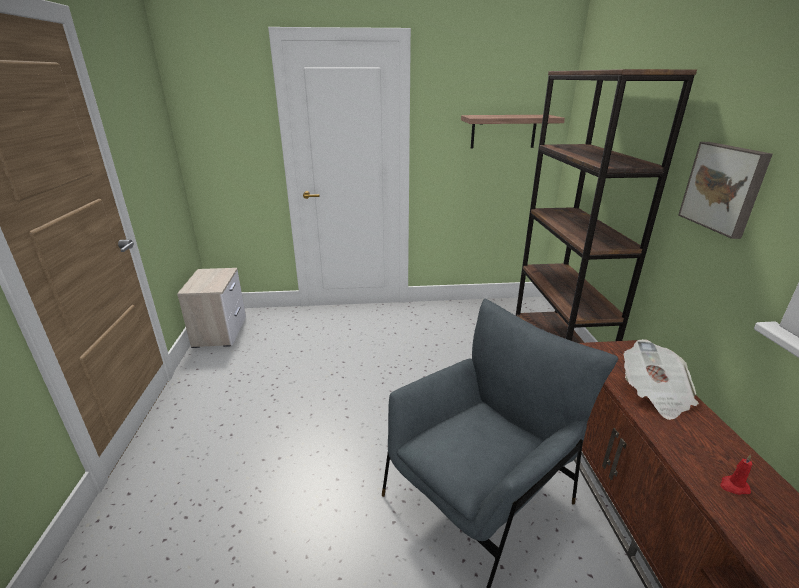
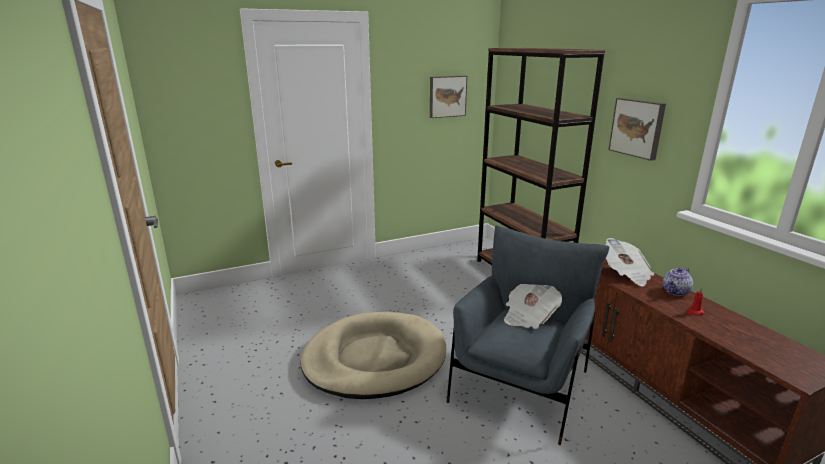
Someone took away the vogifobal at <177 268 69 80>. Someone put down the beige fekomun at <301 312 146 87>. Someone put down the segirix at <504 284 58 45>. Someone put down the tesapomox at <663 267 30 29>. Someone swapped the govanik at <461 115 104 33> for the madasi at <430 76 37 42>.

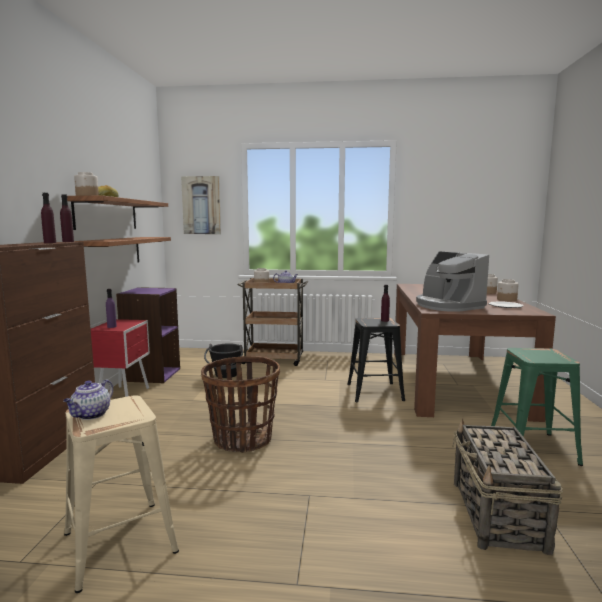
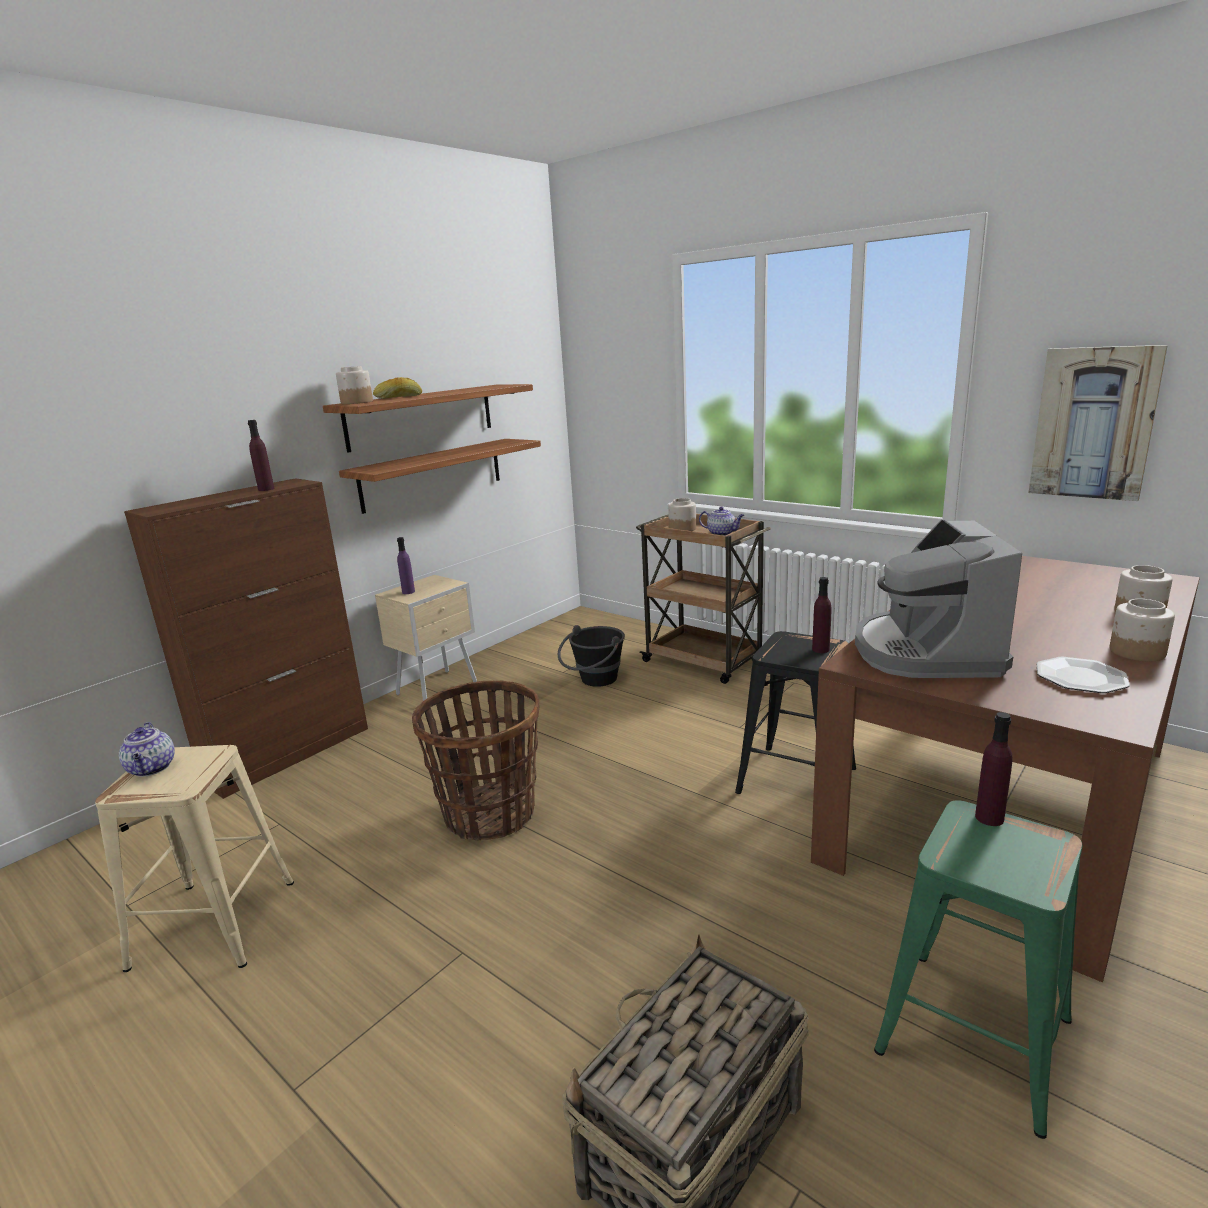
Someone took away the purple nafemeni at <116 287 64 96>. Someone carried the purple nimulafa from <60 194 14 48> to <975 712 37 114>. Someone carried the madasi from <181 176 40 58> to <1029 345 139 156>. Someone repainted the red vogifobal at <91 319 59 78>, which became the beige vogifobal at <375 575 102 126>. Someone rotated the tesapomox at <63 380 50 40> by 75 degrees counterclockwise.

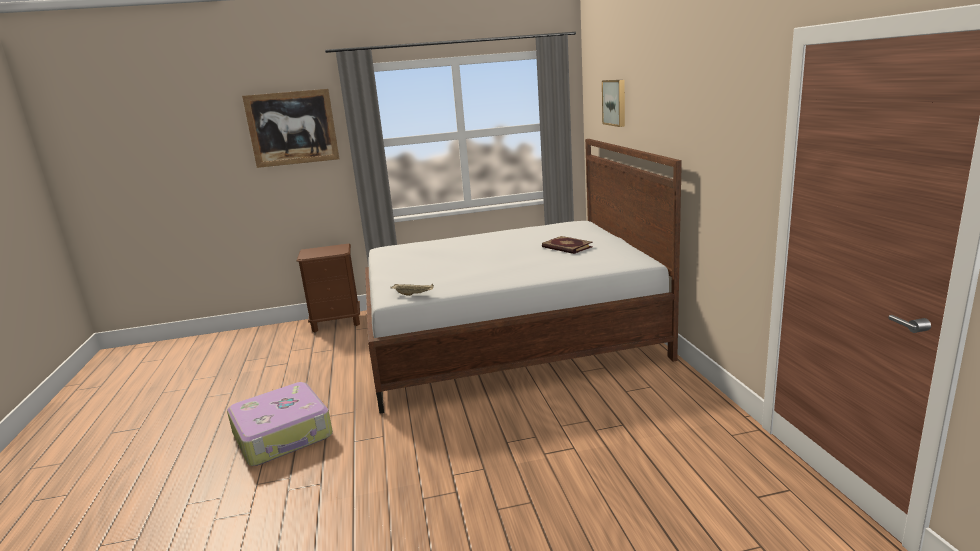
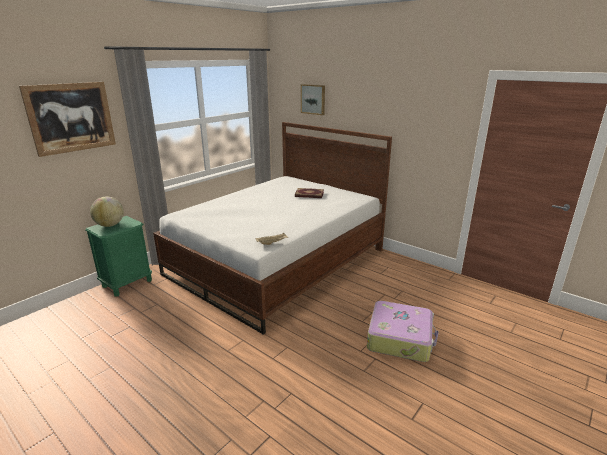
Someone put down the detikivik at <90 196 34 31>. Someone carried the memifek from <227 382 106 84> to <367 301 72 61>. Someone repainted the brown vogifobal at <297 244 63 88>, which became the green vogifobal at <85 216 67 80>.

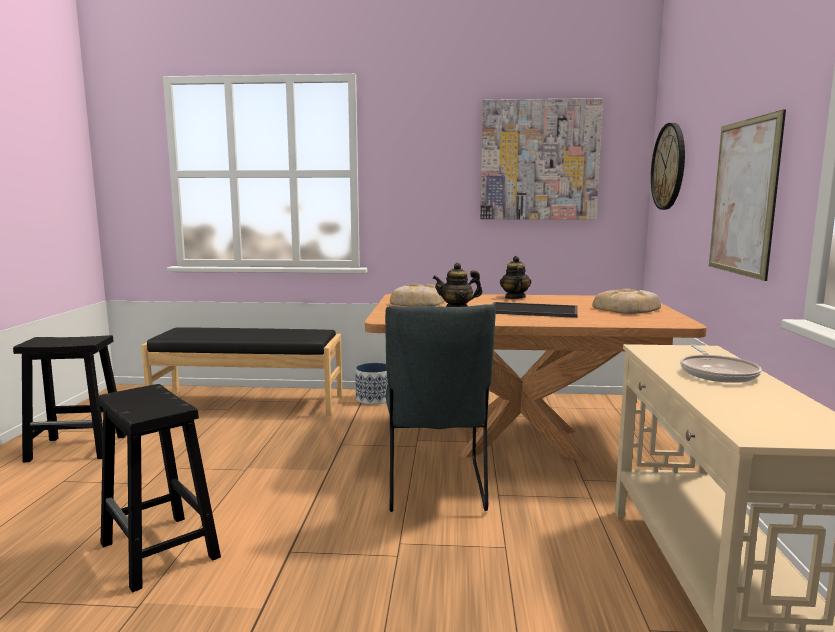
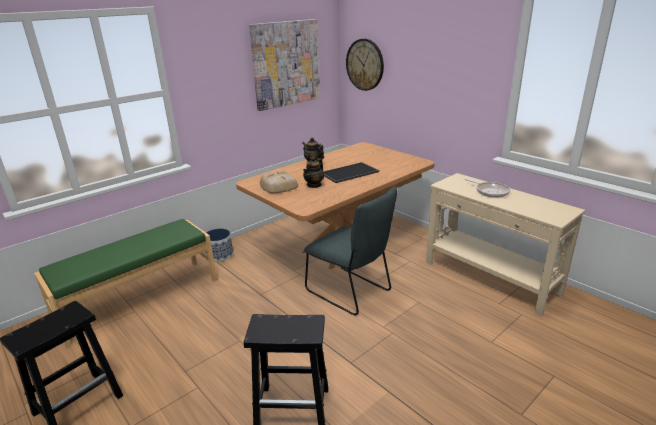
Someone took away the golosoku at <592 289 69 25>. Someone took away the madasi at <709 109 77 172>. Someone repainted the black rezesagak at <141 328 202 88>, which became the green rezesagak at <34 219 183 129>.

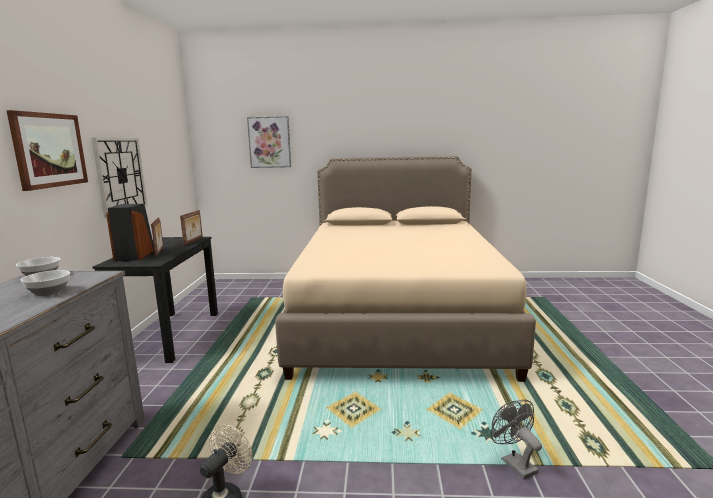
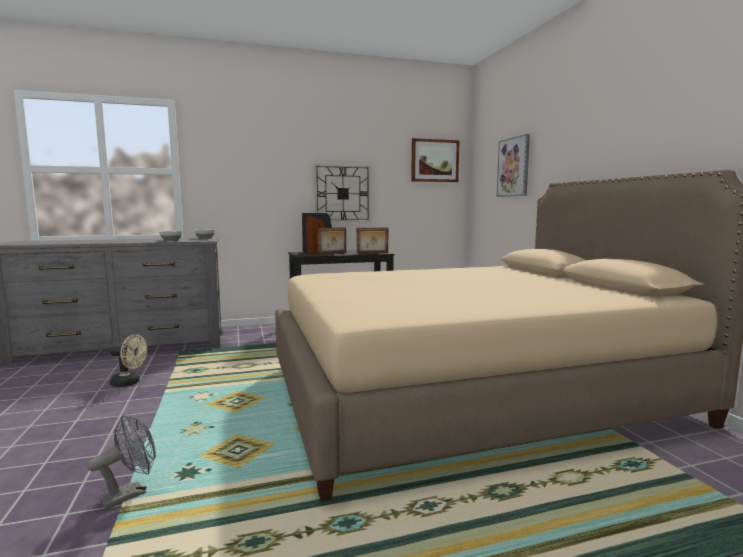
Someone carried the madasi from <6 110 82 81> to <411 138 49 44>.

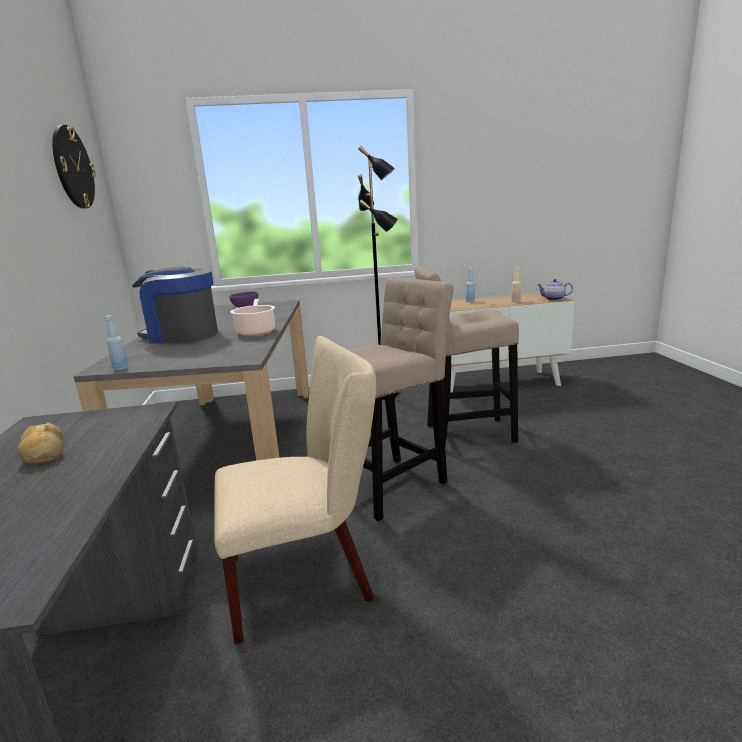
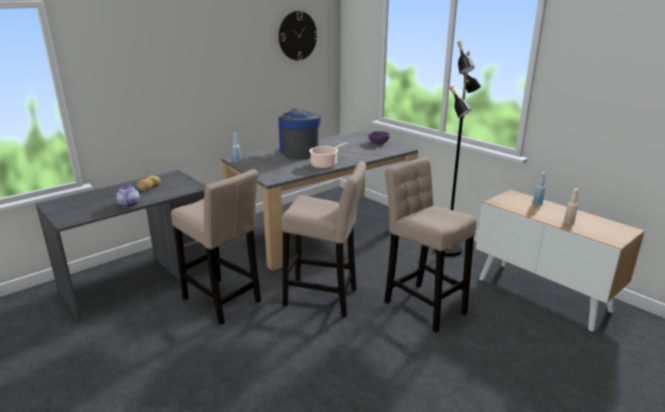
Someone carried the tesapomox from <537 279 36 21> to <116 184 24 23>. Someone swapped the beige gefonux at <214 336 162 308> for the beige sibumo at <171 169 90 156>.

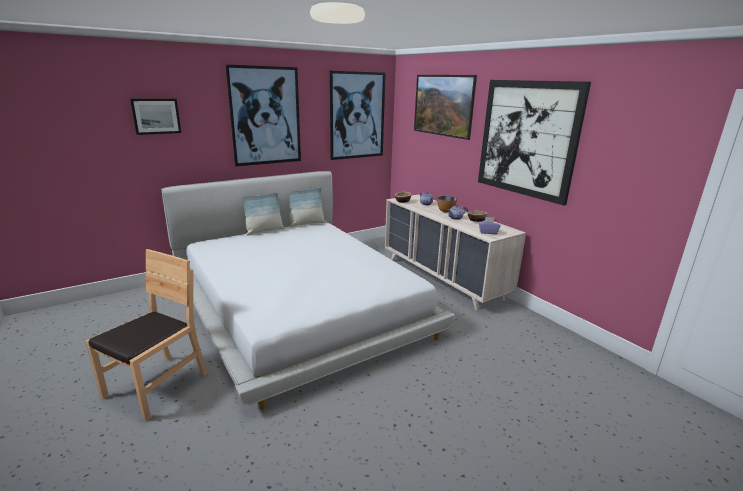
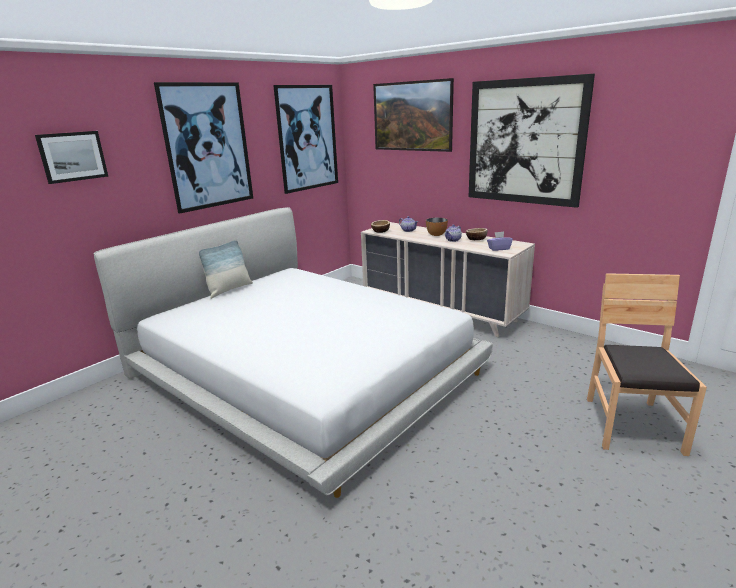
Someone took away the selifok at <290 187 36 41>. Someone carried the brown gefonux from <86 249 121 173> to <587 273 120 183>.

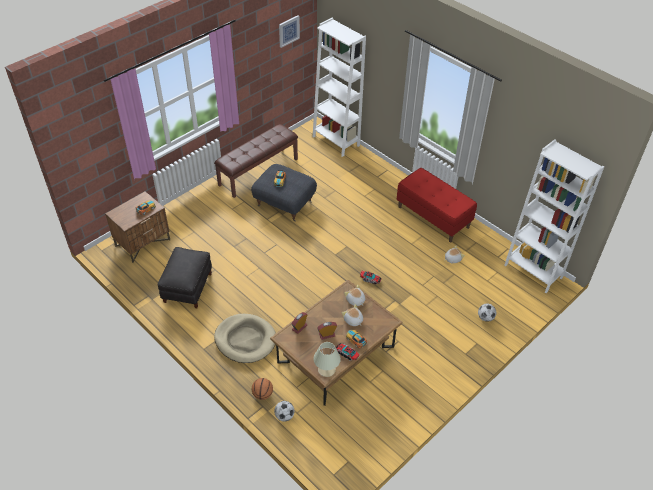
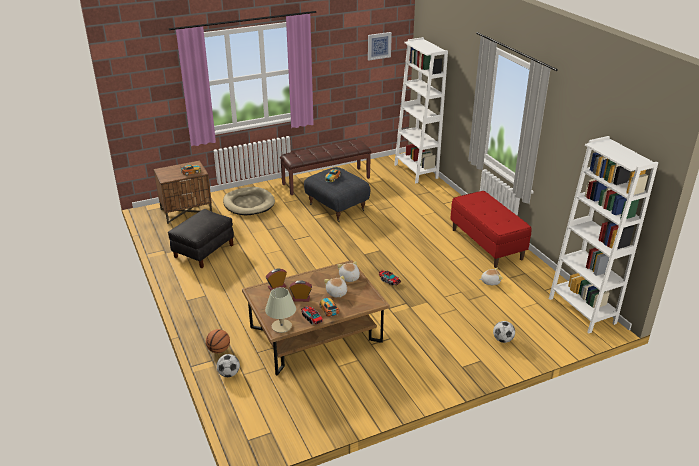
Someone carried the beige fekomun from <214 314 62 49> to <223 187 52 28>.

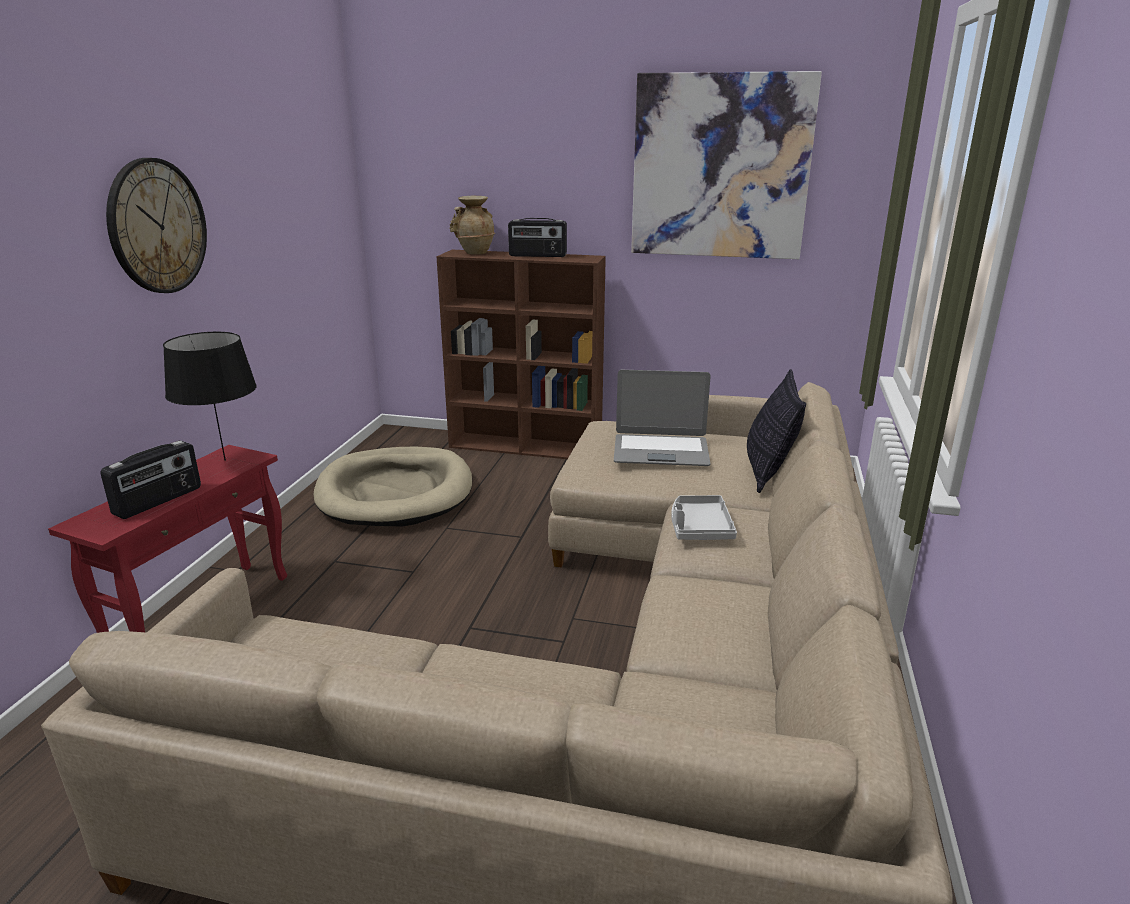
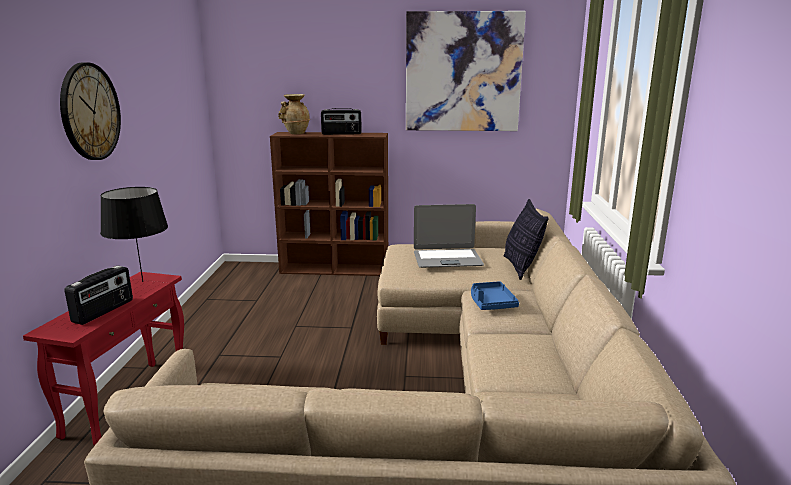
Someone took away the beige fekomun at <314 447 158 79>. Someone repainted the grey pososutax at <671 495 66 45>, which became the blue pososutax at <471 281 48 29>.

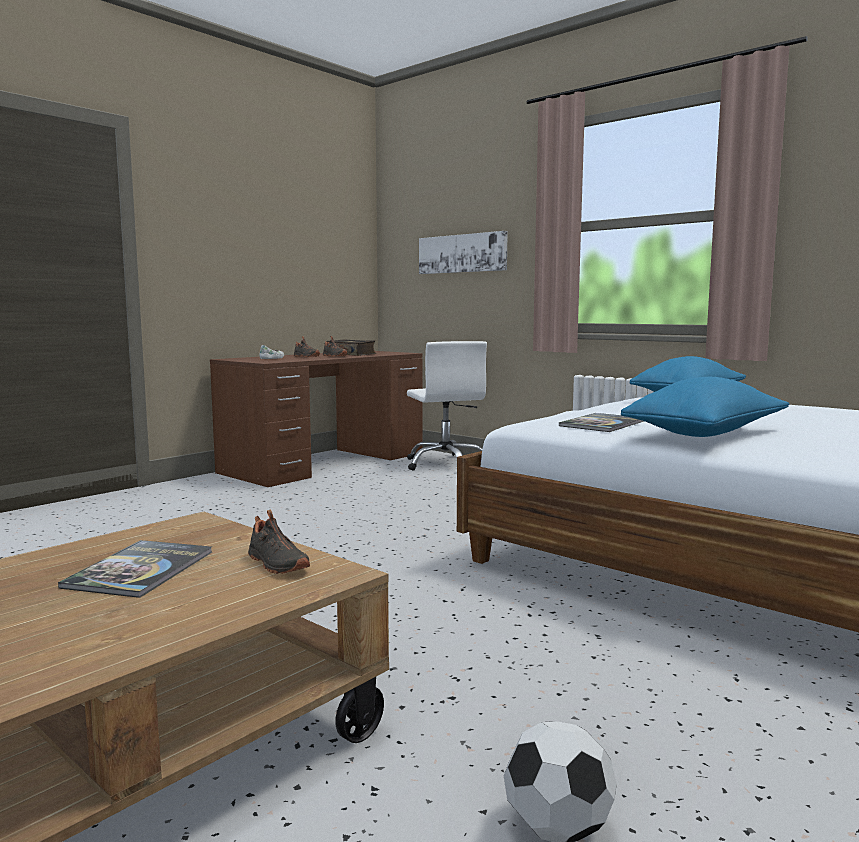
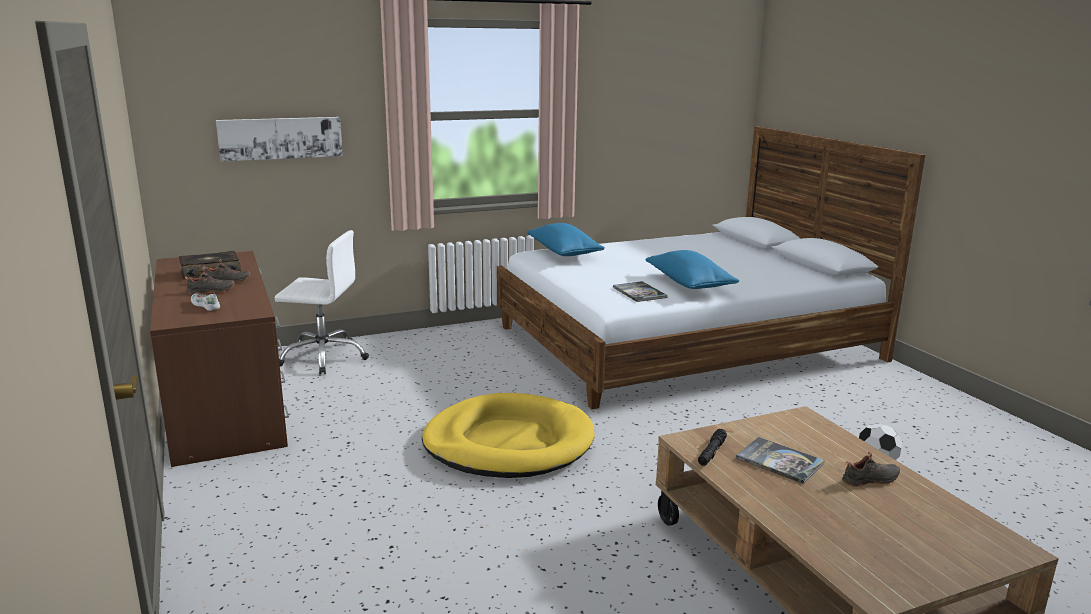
Someone put down the yellow fekomun at <422 393 173 85>. Someone put down the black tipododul at <698 429 29 37>. Someone carried the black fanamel from <248 509 62 65> to <842 451 58 36>.

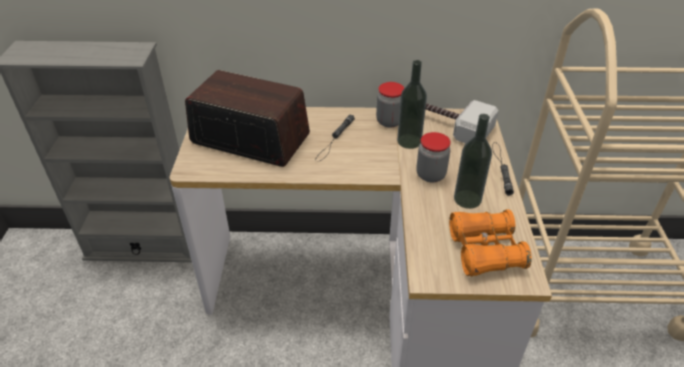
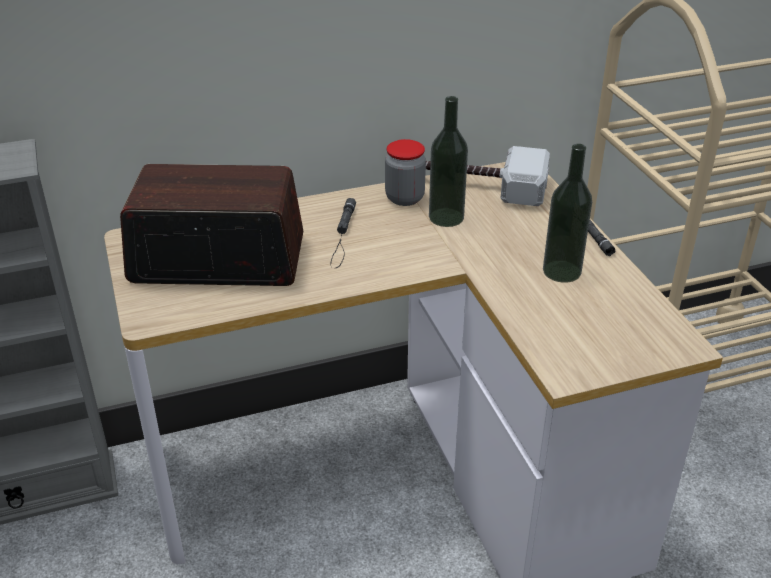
Someone took away the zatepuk at <416 132 35 51>. Someone took away the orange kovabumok at <449 209 83 67>.

